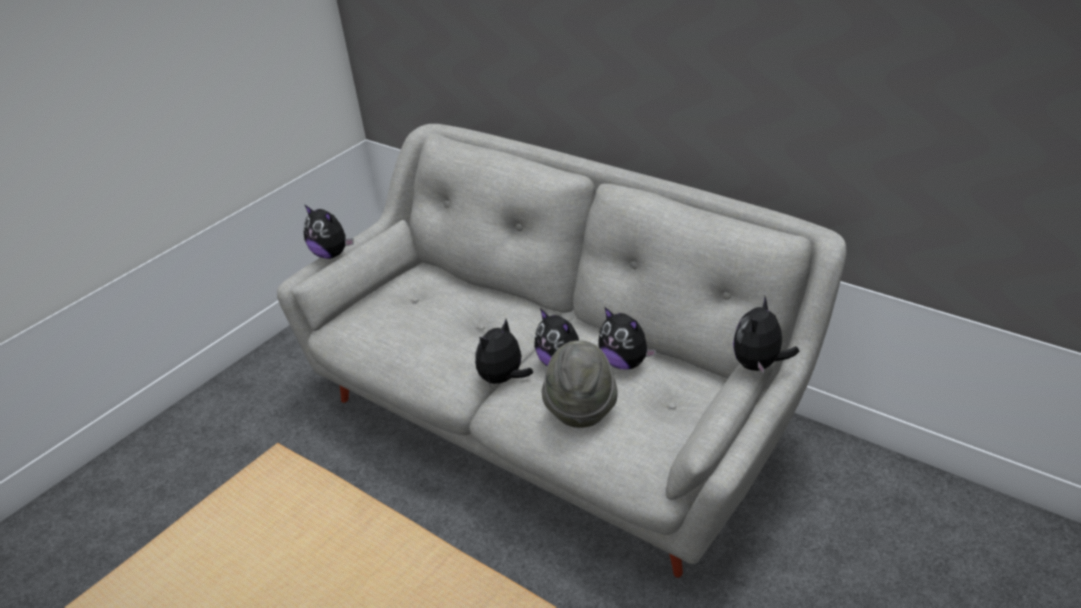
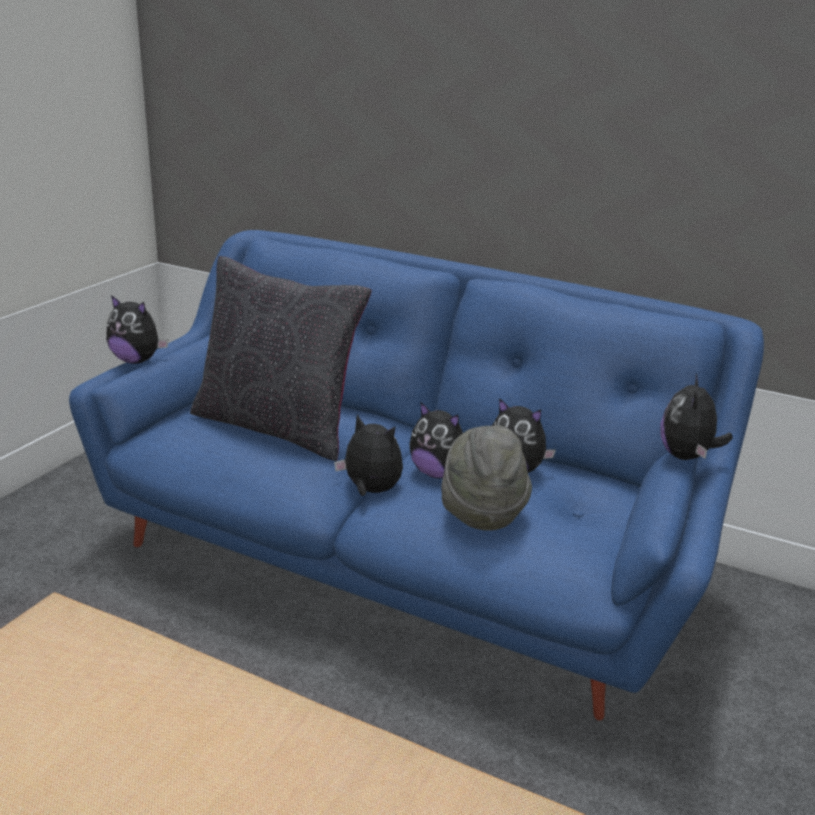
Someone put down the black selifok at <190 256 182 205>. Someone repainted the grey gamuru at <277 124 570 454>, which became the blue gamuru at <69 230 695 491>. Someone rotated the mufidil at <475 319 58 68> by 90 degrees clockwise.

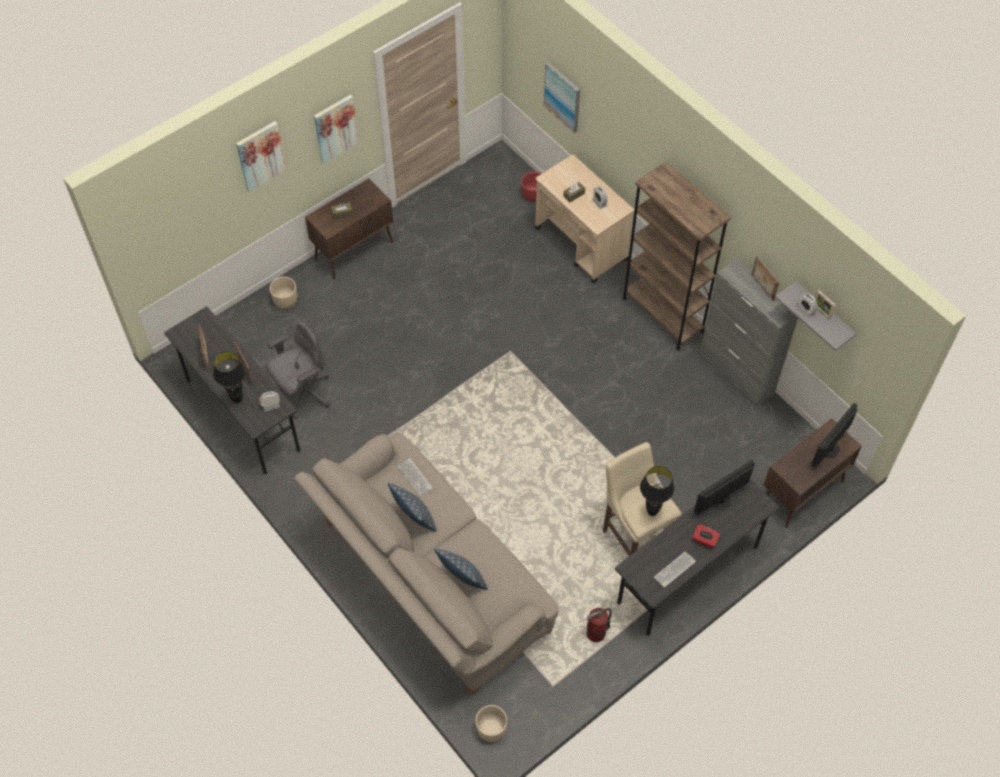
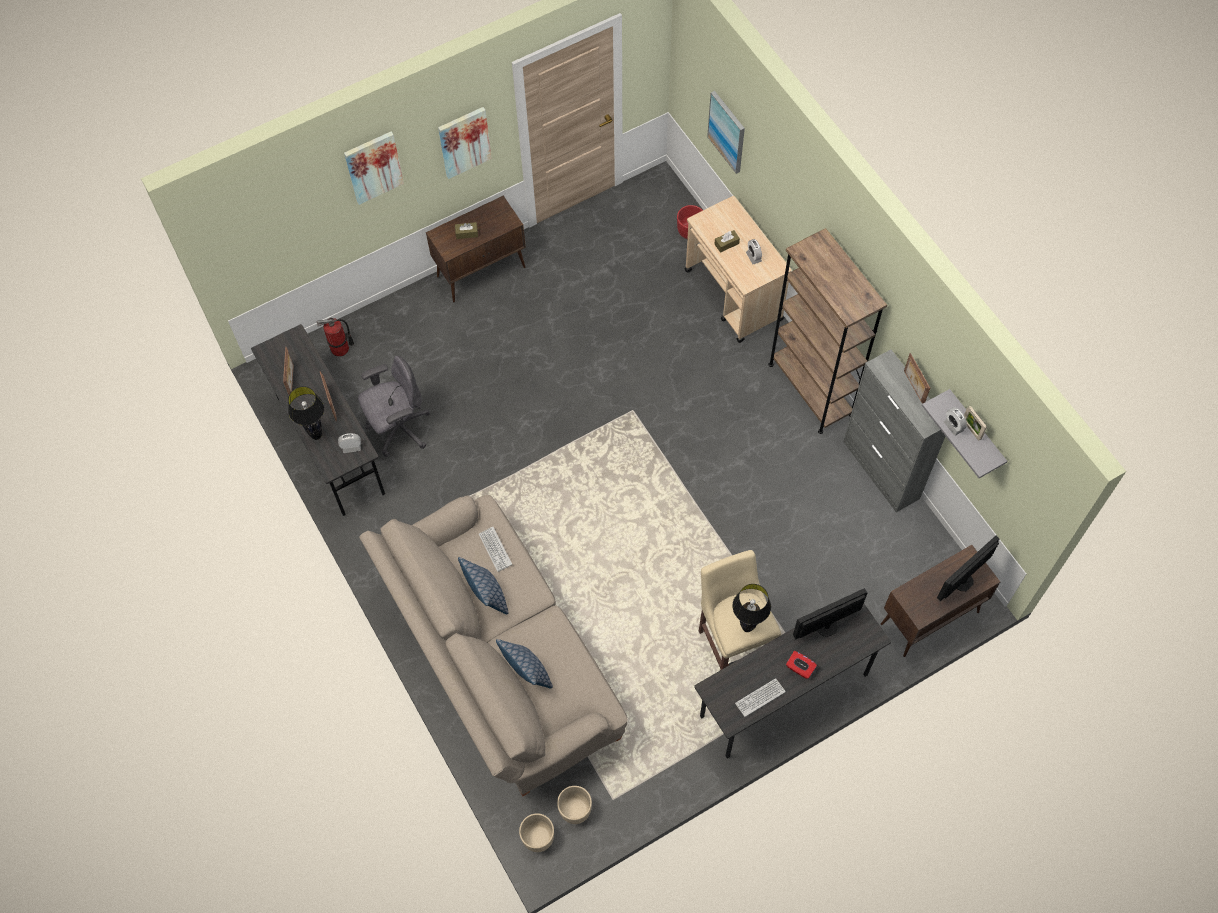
Someone carried the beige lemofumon from <270 277 27 32> to <557 786 35 38>. Someone carried the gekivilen from <586 608 26 34> to <317 318 37 39>.

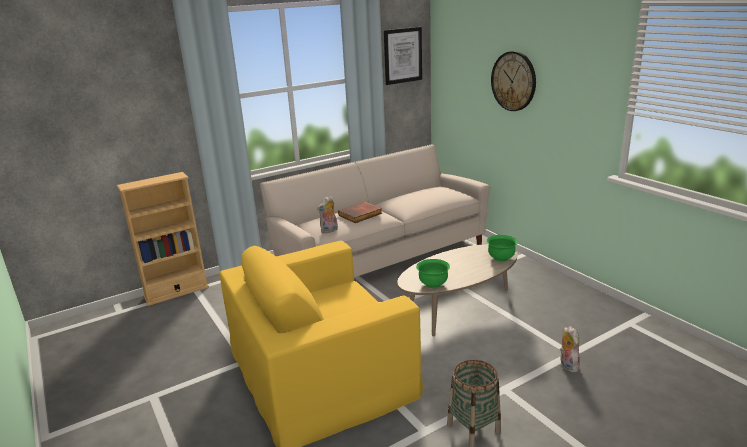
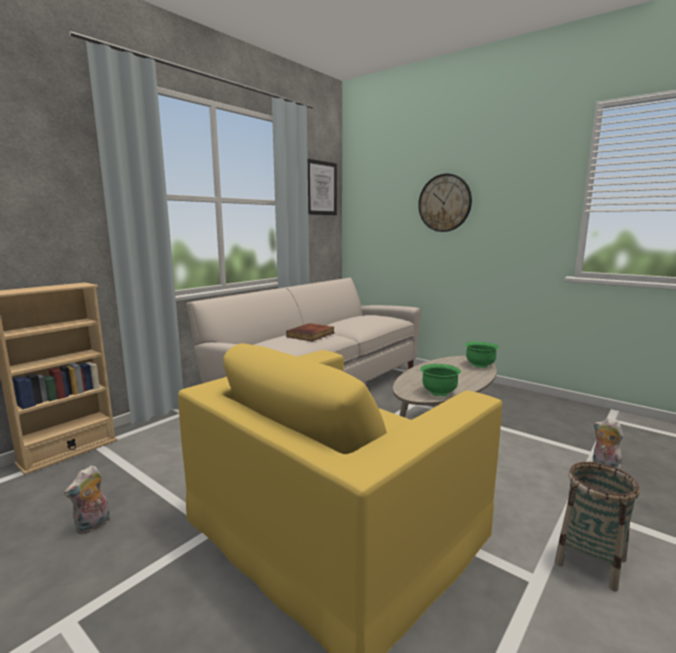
Someone carried the mufidil from <317 196 21 38> to <64 465 46 69>.

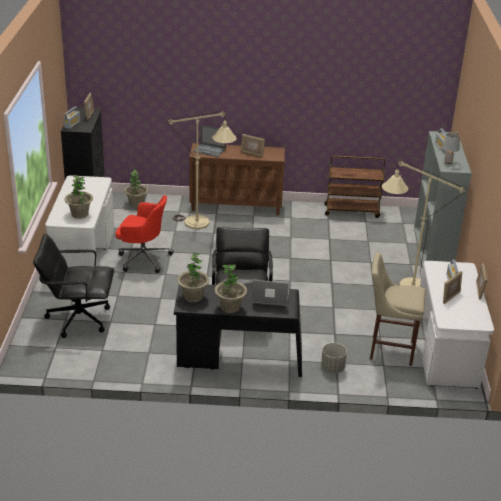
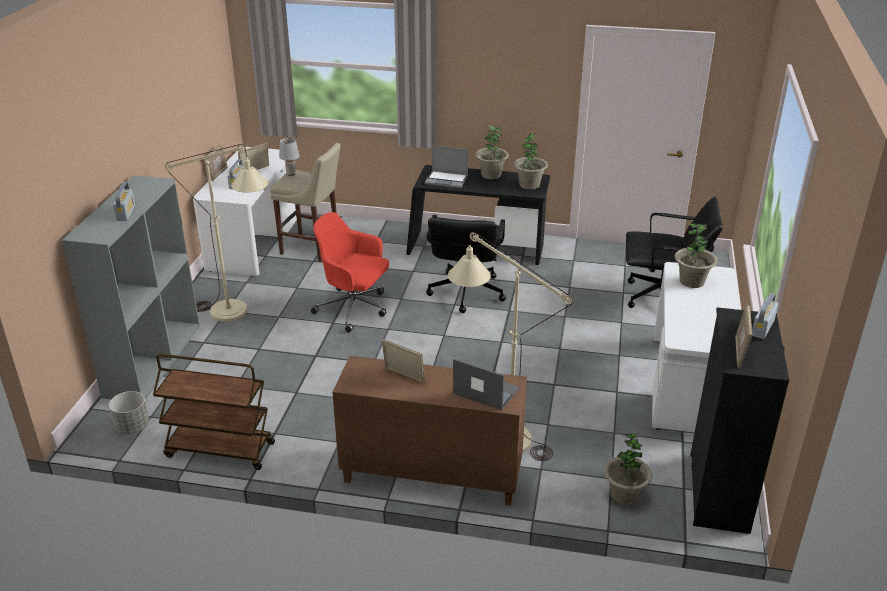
Someone carried the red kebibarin from <115 195 59 78> to <311 212 78 120>. Someone carried the grey lemofumon from <321 343 26 30> to <109 391 40 43>. Someone carried the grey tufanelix from <443 132 17 32> to <279 137 20 39>.

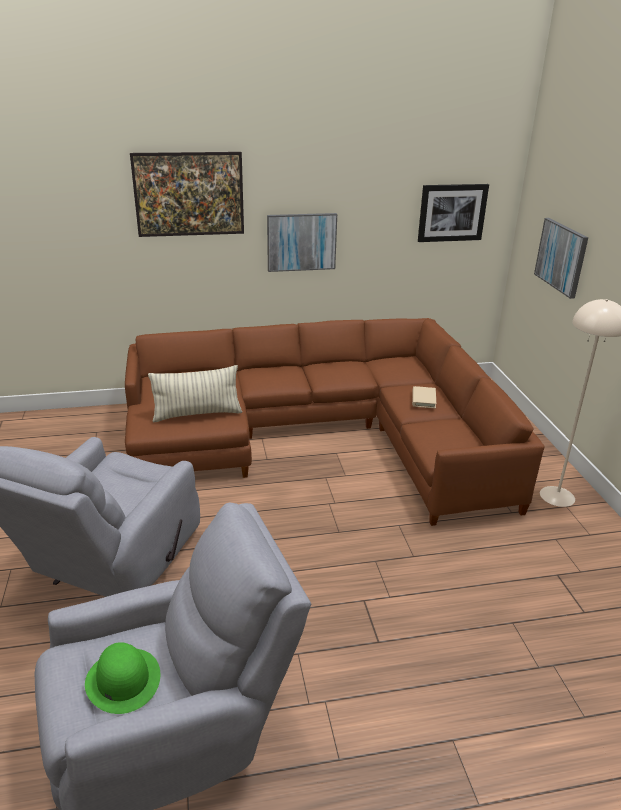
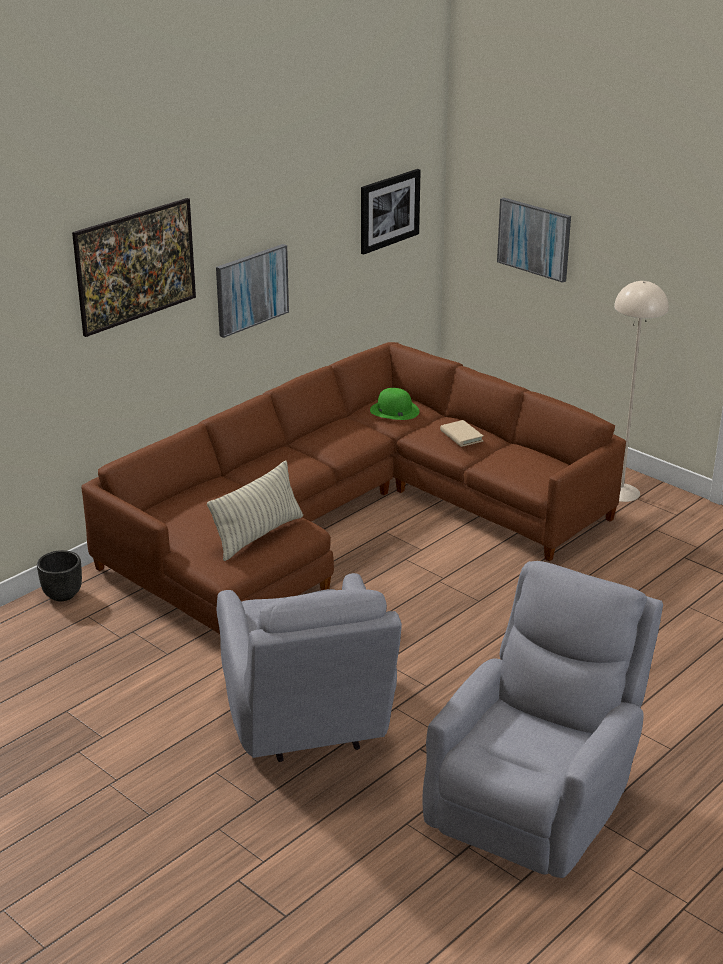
Someone put down the black lemofumon at <37 550 45 51>. Someone carried the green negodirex from <85 642 75 72> to <370 388 50 32>.

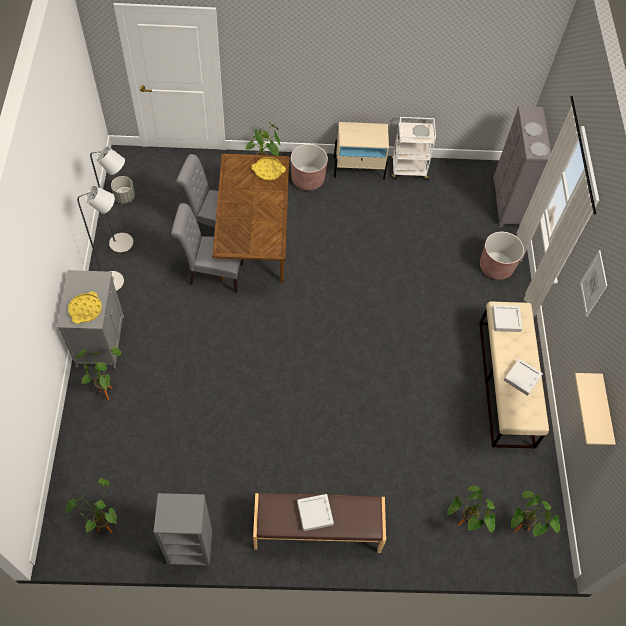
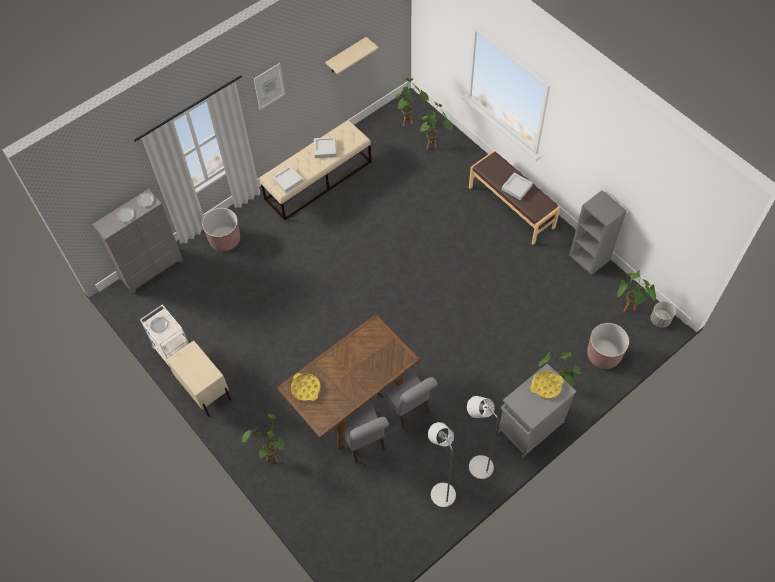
Someone carried the grey lemofumon from <111 176 24 27> to <650 301 25 27>. Someone carried the brown lemofumon from <291 144 37 47> to <587 323 42 46>.

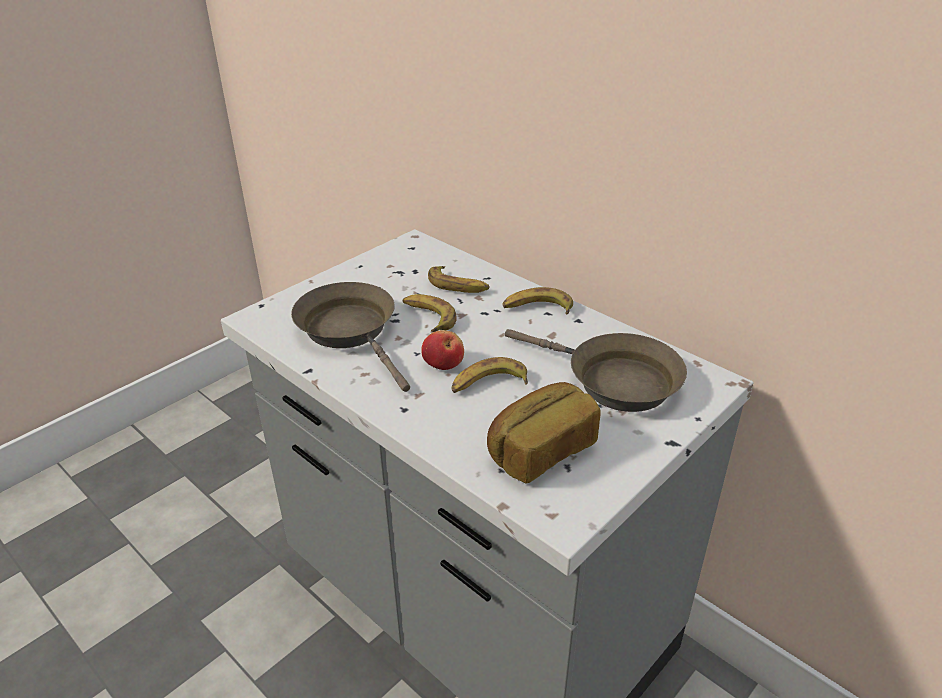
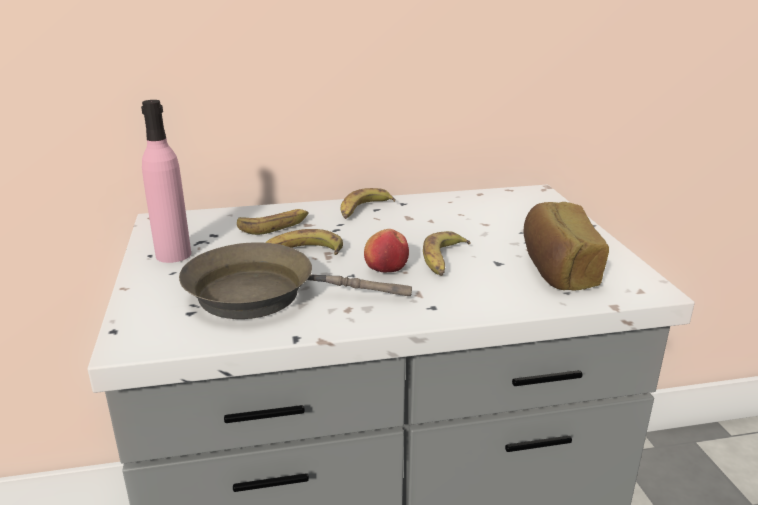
Someone took away the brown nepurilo at <505 329 182 83>. Someone put down the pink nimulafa at <141 100 50 163>.

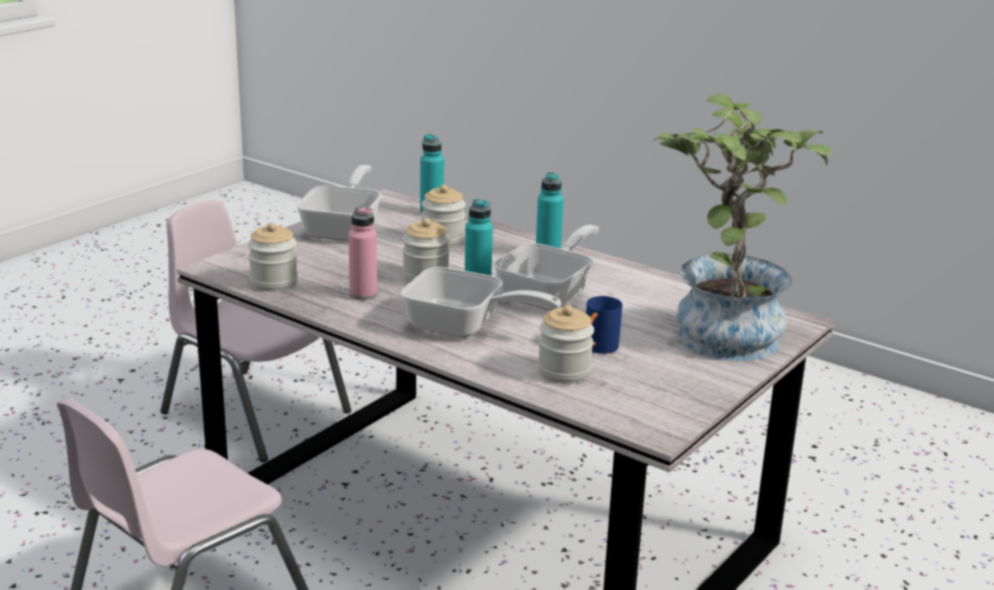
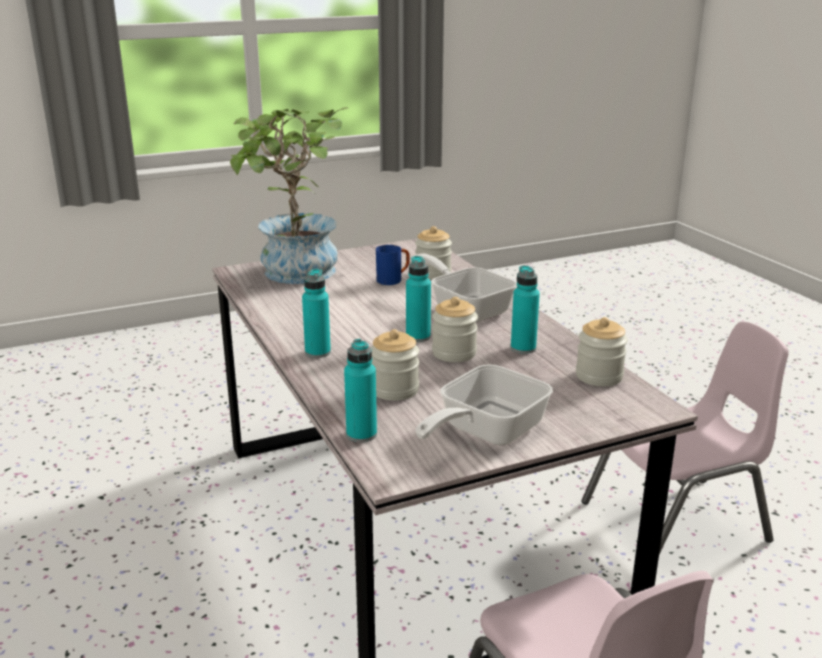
Someone took away the nepurilo at <493 225 106 86>. Someone repainted the pink nimulafa at <348 206 29 94>, which became the turquoise nimulafa at <511 265 29 89>.

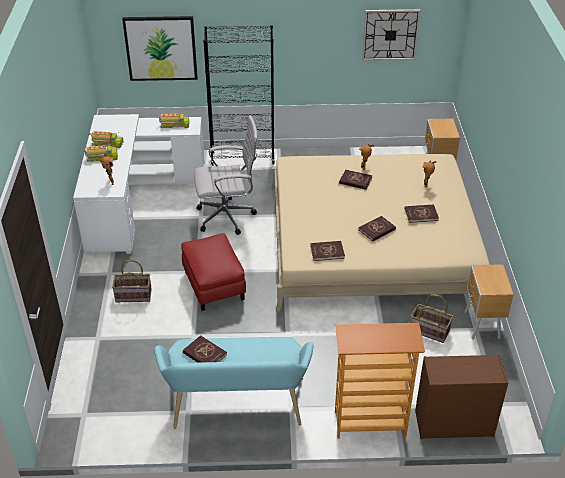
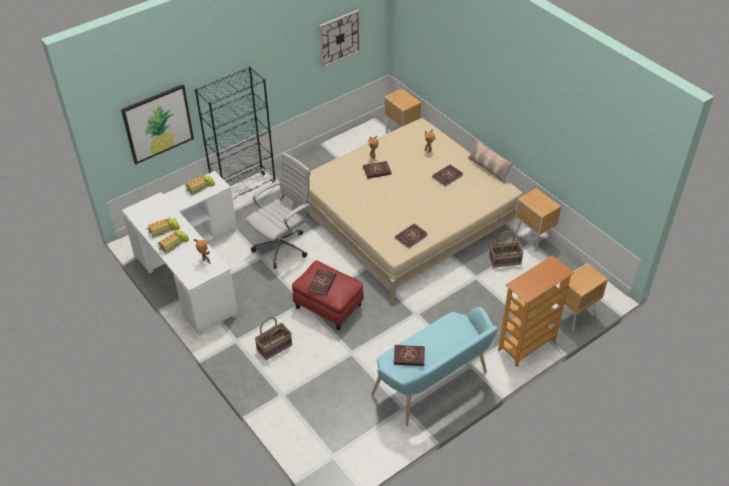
Someone put down the selifok at <468 139 44 44>. Someone carried the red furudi from <359 216 37 25> to <308 269 28 26>. Someone swapped the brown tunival at <415 354 93 85> for the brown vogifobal at <559 263 49 68>.

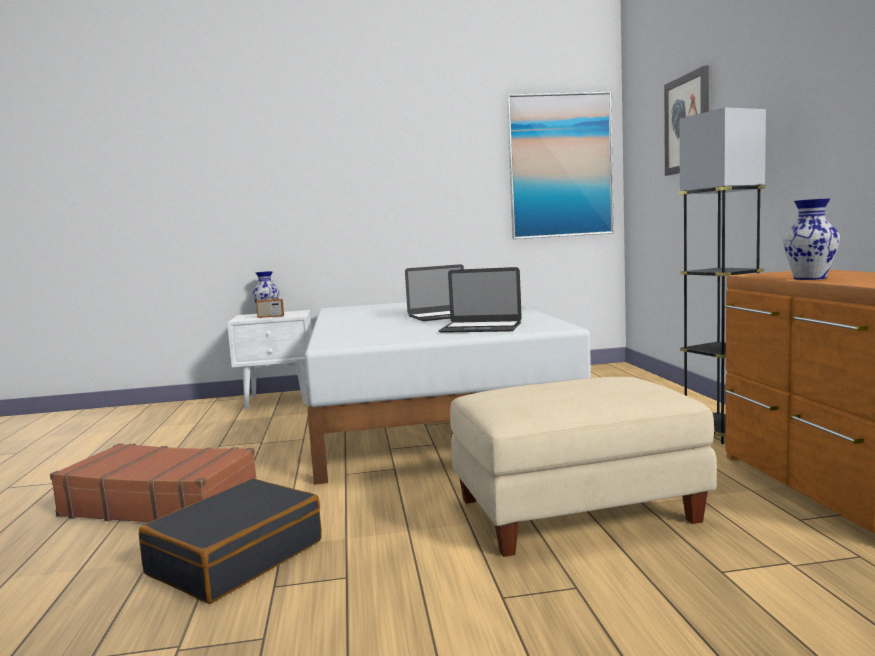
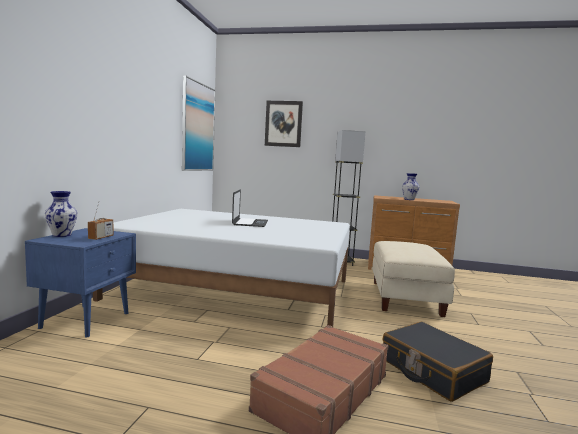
Someone took away the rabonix at <438 267 84 66>. Someone repainted the white vogifobal at <227 310 85 100>, which became the blue vogifobal at <25 228 111 109>.

